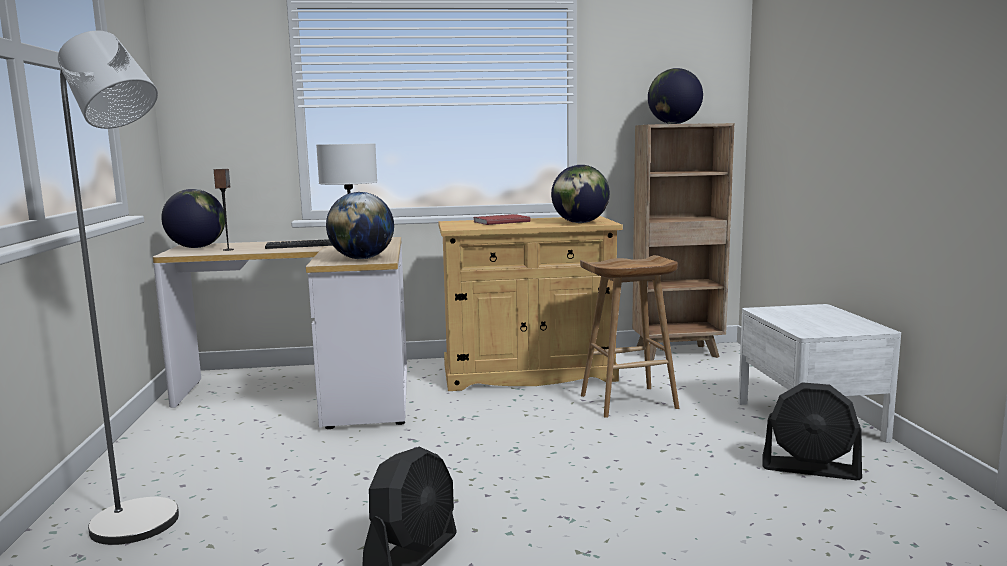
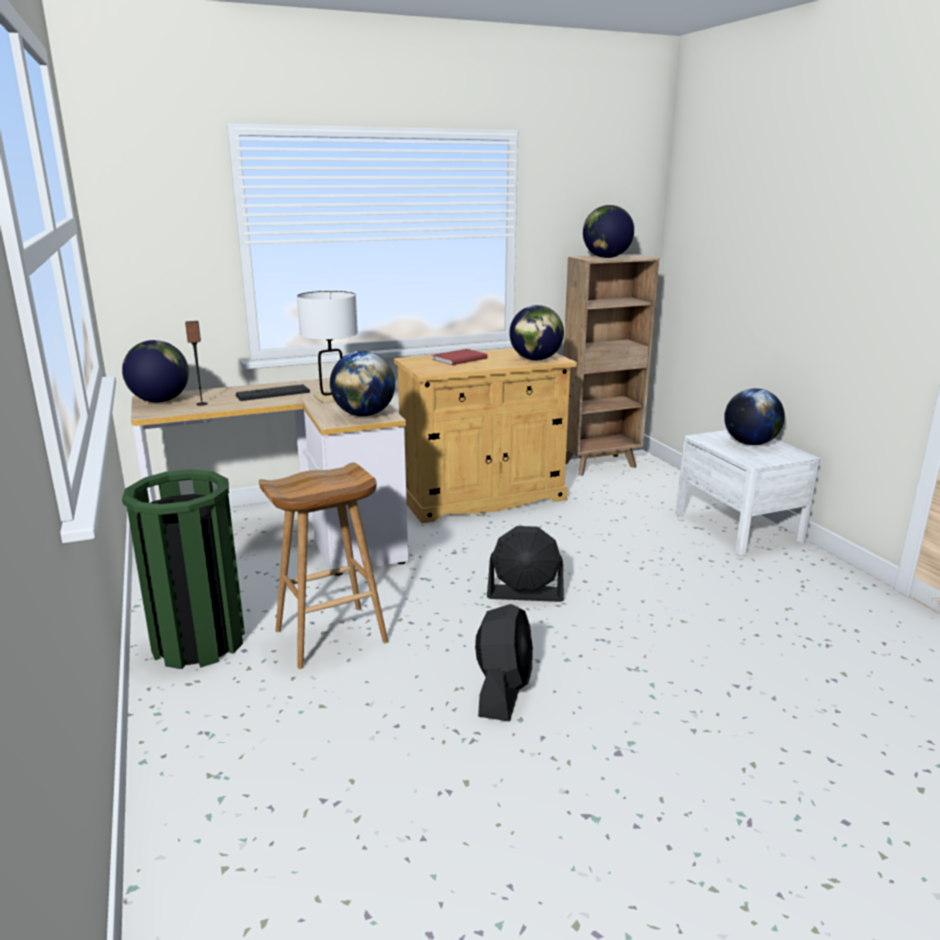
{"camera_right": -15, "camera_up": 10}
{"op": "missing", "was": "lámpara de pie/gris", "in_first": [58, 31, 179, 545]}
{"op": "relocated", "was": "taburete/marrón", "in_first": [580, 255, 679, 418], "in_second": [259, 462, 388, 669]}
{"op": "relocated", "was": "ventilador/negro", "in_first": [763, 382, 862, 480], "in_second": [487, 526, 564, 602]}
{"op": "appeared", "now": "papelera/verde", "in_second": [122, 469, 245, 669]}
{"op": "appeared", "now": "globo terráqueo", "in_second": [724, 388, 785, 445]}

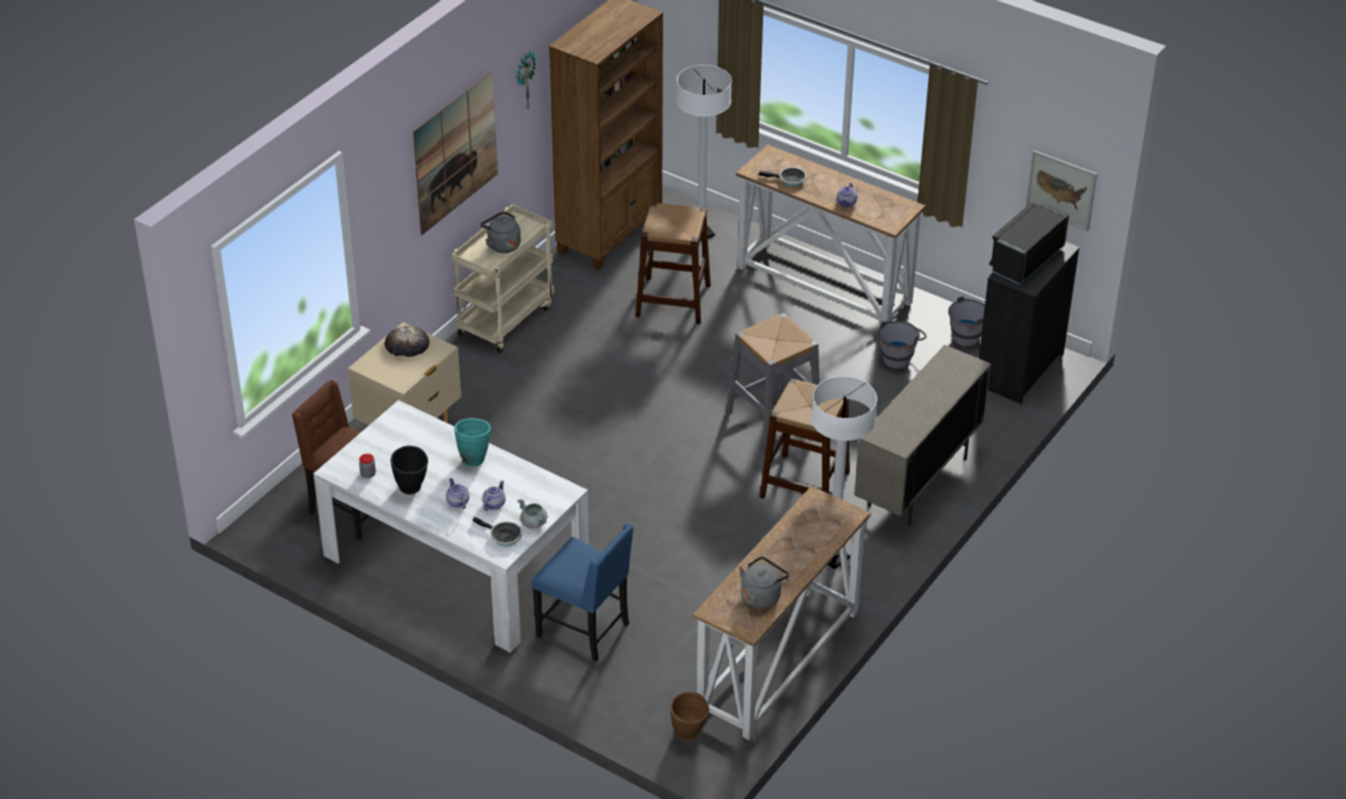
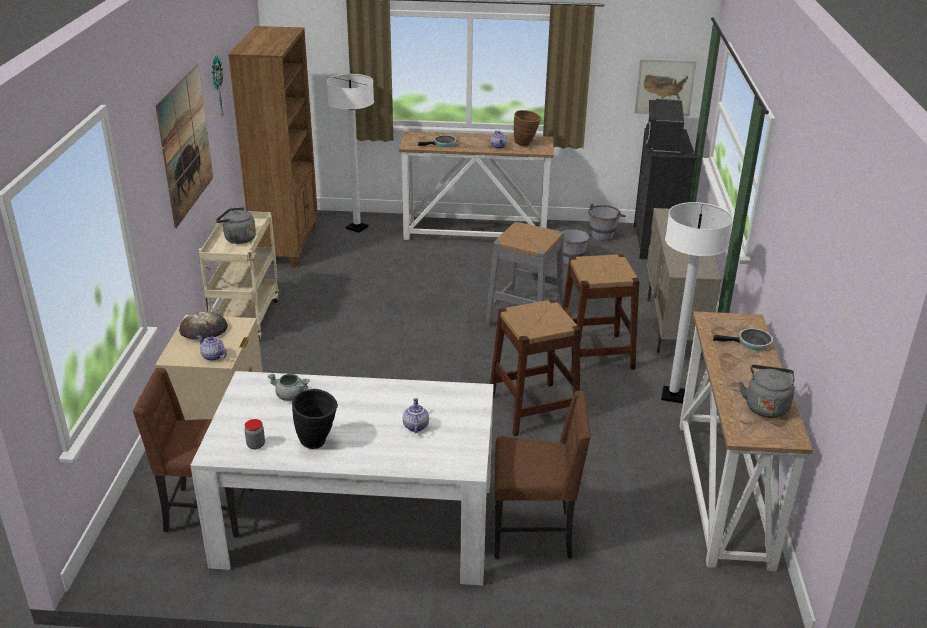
{"camera_right": -30, "camera_up": -10}
{"op": "relocated", "was": "tetera", "in_first": [446, 478, 469, 509], "in_second": [197, 335, 227, 361]}
{"op": "missing", "was": "florero/turquesa", "in_first": [454, 418, 491, 467]}
{"op": "relocated", "was": "sartén", "in_first": [473, 517, 522, 547], "in_second": [713, 328, 773, 351]}
{"op": "relocated", "was": "olla/gris", "in_first": [517, 499, 548, 529], "in_second": [268, 374, 310, 401]}
{"op": "colour", "was": "silla/azul", "now": "silla/marrón", "in_first": [532, 523, 634, 661], "in_second": [495, 390, 591, 559]}
{"op": "relocated", "was": "taburete/marrón", "in_first": [635, 203, 711, 324], "in_second": [490, 299, 581, 436]}
{"op": "relocated", "was": "florero/marrón", "in_first": [671, 692, 709, 741], "in_second": [514, 110, 541, 147]}

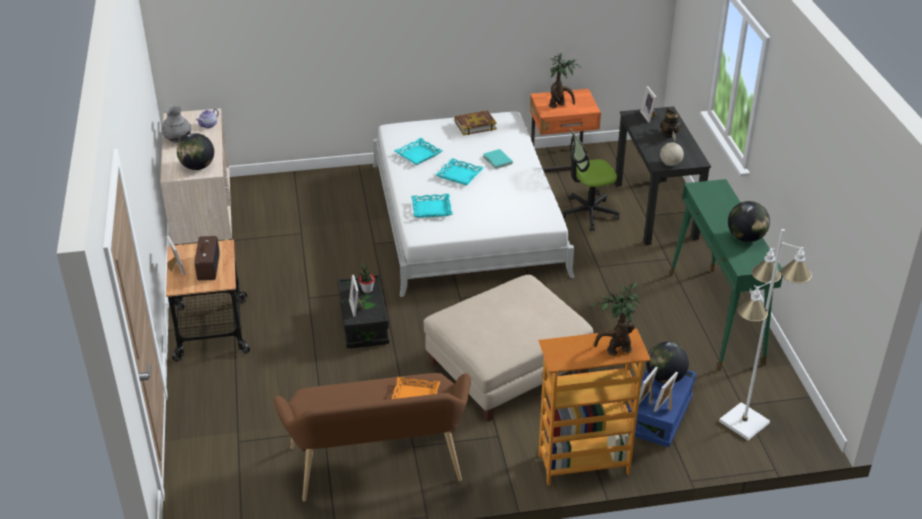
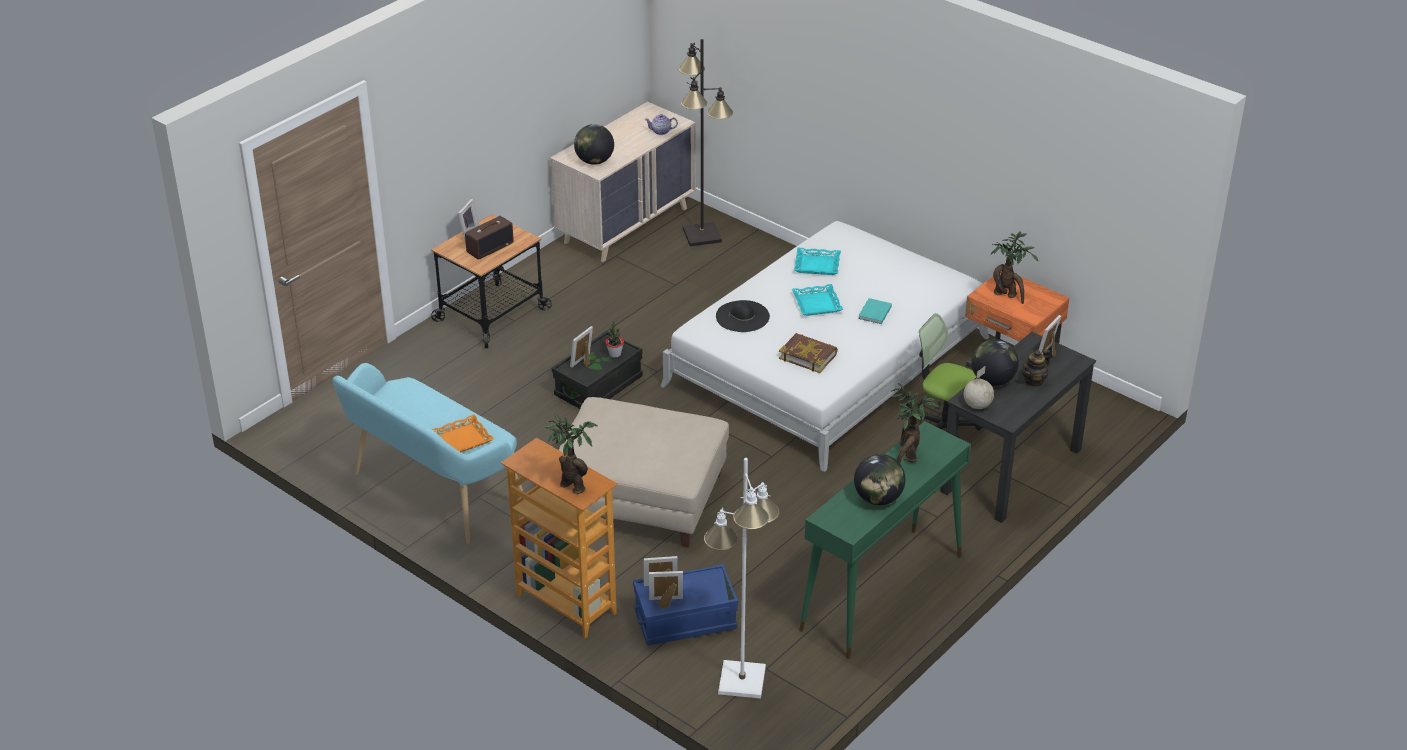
{"camera_right": 50, "camera_up": 0}
{"op": "missing", "was": "florero/gris", "in_first": [161, 106, 191, 143]}
{"op": "colour", "was": "banco/marrón", "now": "banco/turquesa", "in_first": [274, 373, 471, 502], "in_second": [332, 363, 523, 544]}
{"op": "exchanged", "was": "bandeja/turquesa", "now": "sombrero/negro", "in_first": [411, 194, 453, 218], "in_second": [716, 300, 770, 332]}
{"op": "relocated", "was": "libro", "in_first": [455, 110, 497, 135], "in_second": [779, 333, 838, 373]}
{"op": "relocated", "was": "globo terráqueo", "in_first": [646, 342, 689, 384], "in_second": [971, 339, 1019, 386]}
{"op": "appeared", "now": "lámpara de pie/negro", "in_second": [679, 39, 733, 246]}
{"op": "appeared", "now": "planta en maceta", "in_second": [891, 383, 938, 463]}

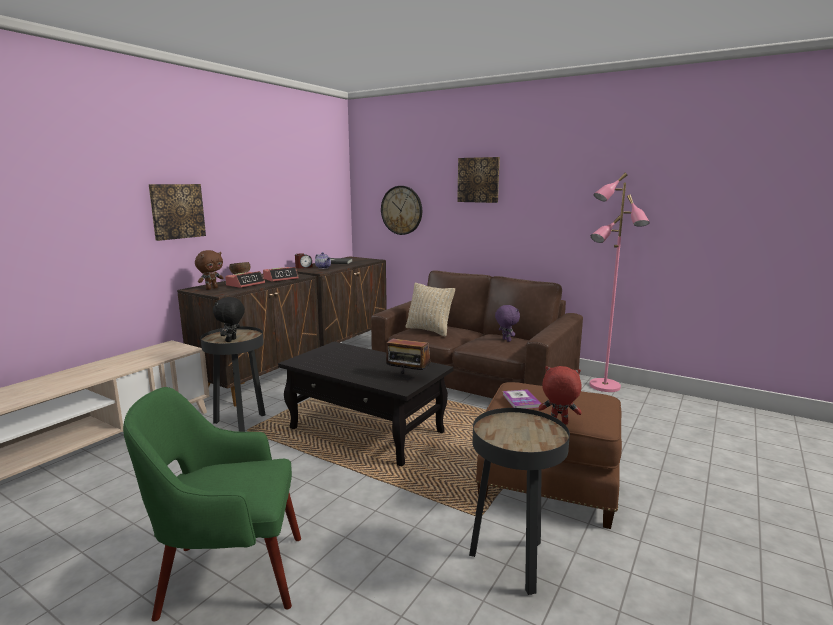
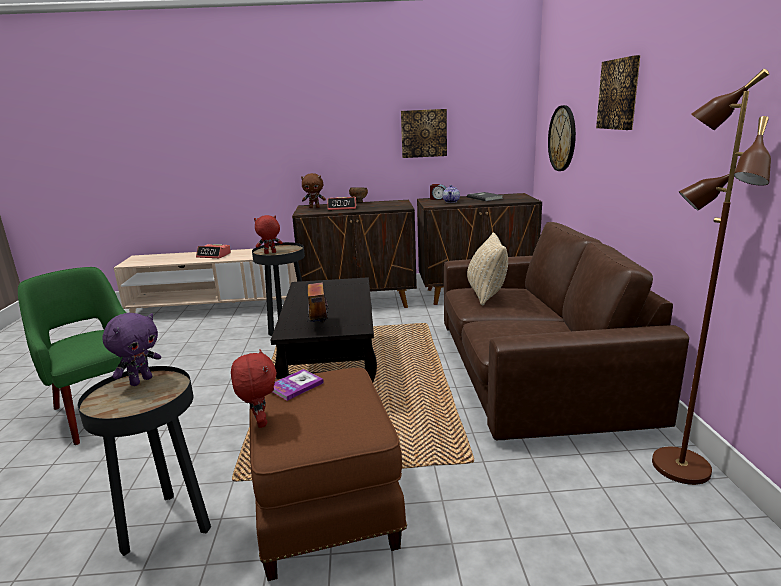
{"camera_right": 55, "camera_up": 5}
{"op": "relocated", "was": "cuadro", "in_first": [149, 184, 206, 241], "in_second": [401, 109, 447, 158]}
{"op": "colour", "was": "peluche/negro", "now": "peluche/rojo", "in_first": [213, 297, 245, 342], "in_second": [254, 215, 283, 254]}
{"op": "relocated", "was": "despertador", "in_first": [263, 267, 299, 282], "in_second": [196, 244, 231, 258]}
{"op": "relocated", "was": "peluche/morado", "in_first": [495, 305, 520, 342], "in_second": [102, 313, 161, 386]}
{"op": "colour", "was": "lámpara de pie/rosa", "now": "lámpara de pie/marrón", "in_first": [589, 173, 650, 392], "in_second": [652, 69, 771, 485]}

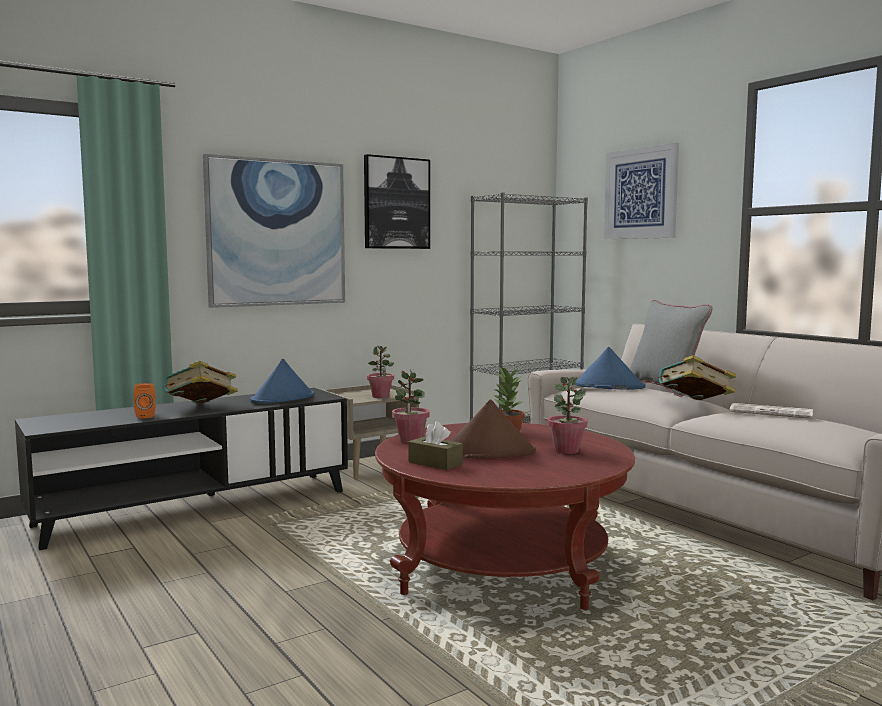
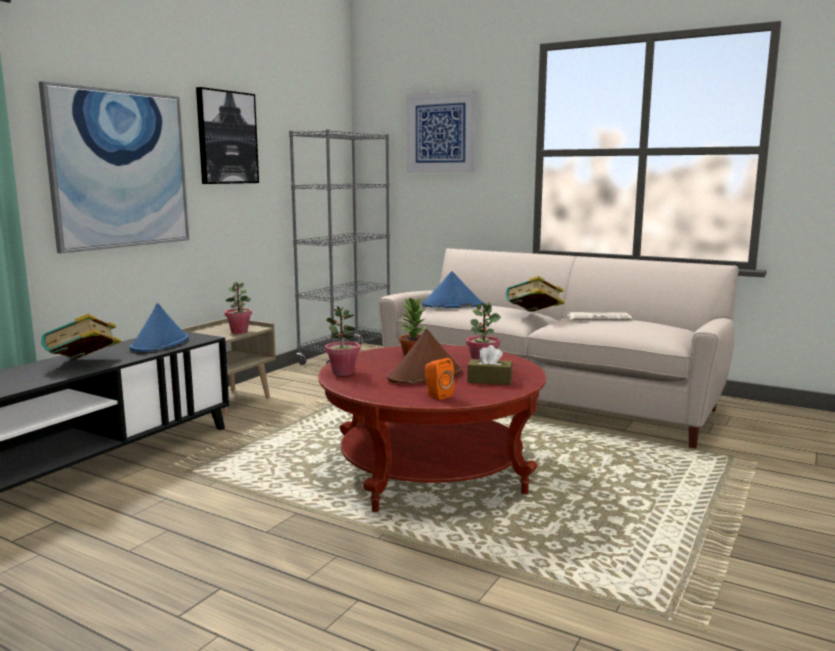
{"camera_right": -25, "camera_up": 5}
{"op": "relocated", "was": "altavoz/naranja", "in_first": [134, 383, 156, 418], "in_second": [425, 358, 455, 400]}
{"op": "relocated", "was": "caja de pañuelos/marrón", "in_first": [408, 421, 463, 470], "in_second": [467, 345, 513, 385]}
{"op": "missing", "was": "cojín/gris", "in_first": [630, 300, 713, 397]}

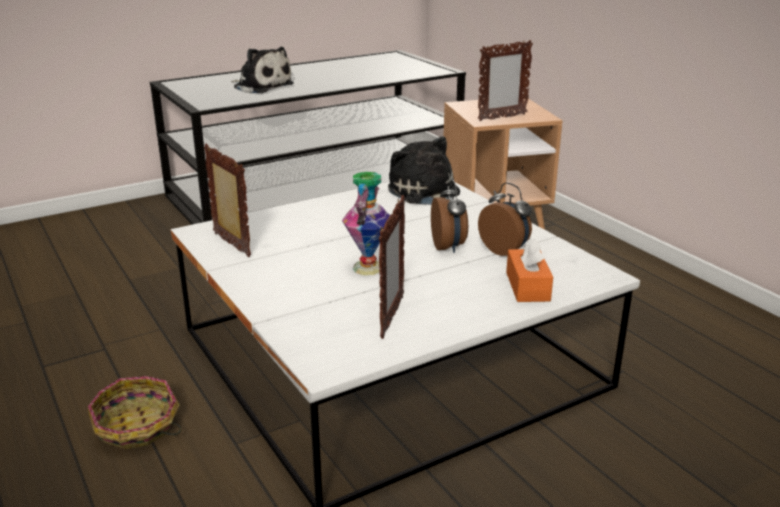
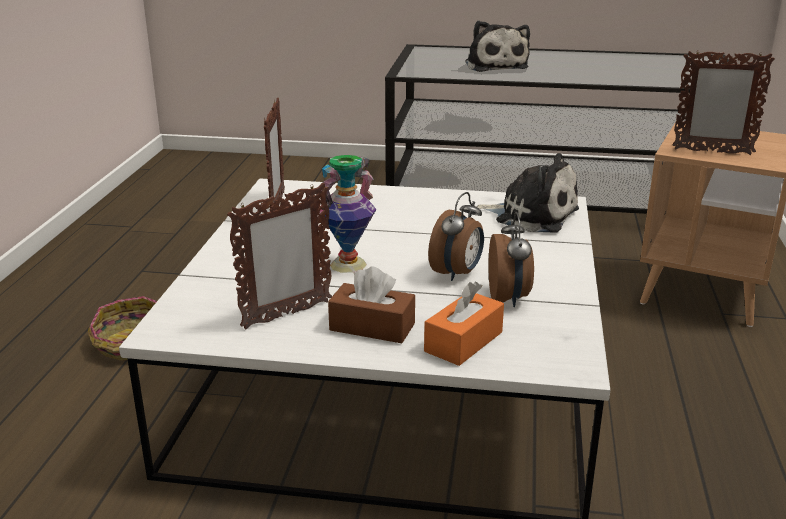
{"camera_right": 40, "camera_up": 0}
{"op": "spun", "was": "peluche", "in_first": [388, 136, 460, 205], "in_second": [475, 153, 579, 233], "clockwise": 105}
{"op": "appeared", "now": "caja de pañuelos/marrón", "in_second": [328, 266, 415, 343]}

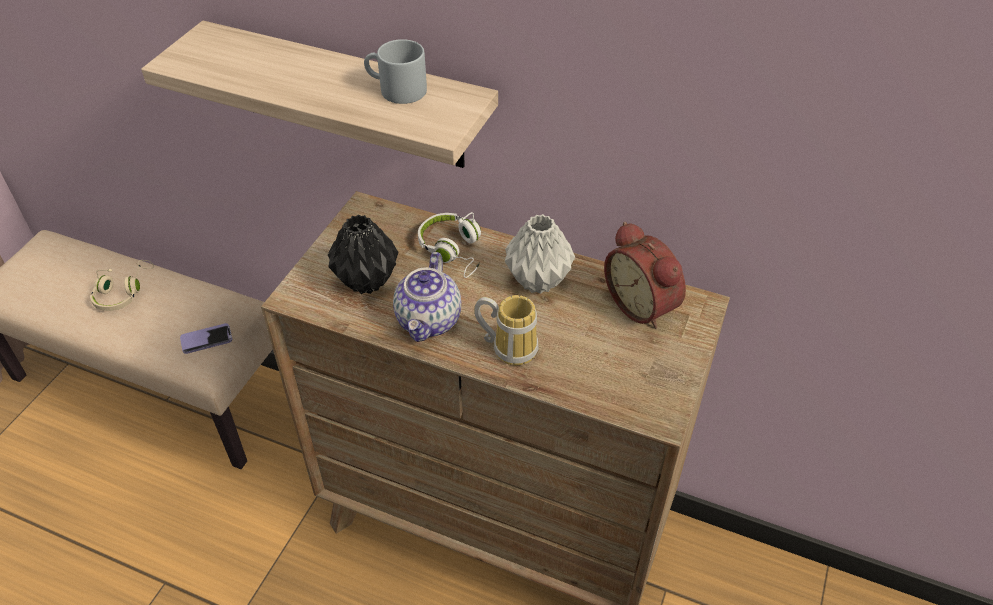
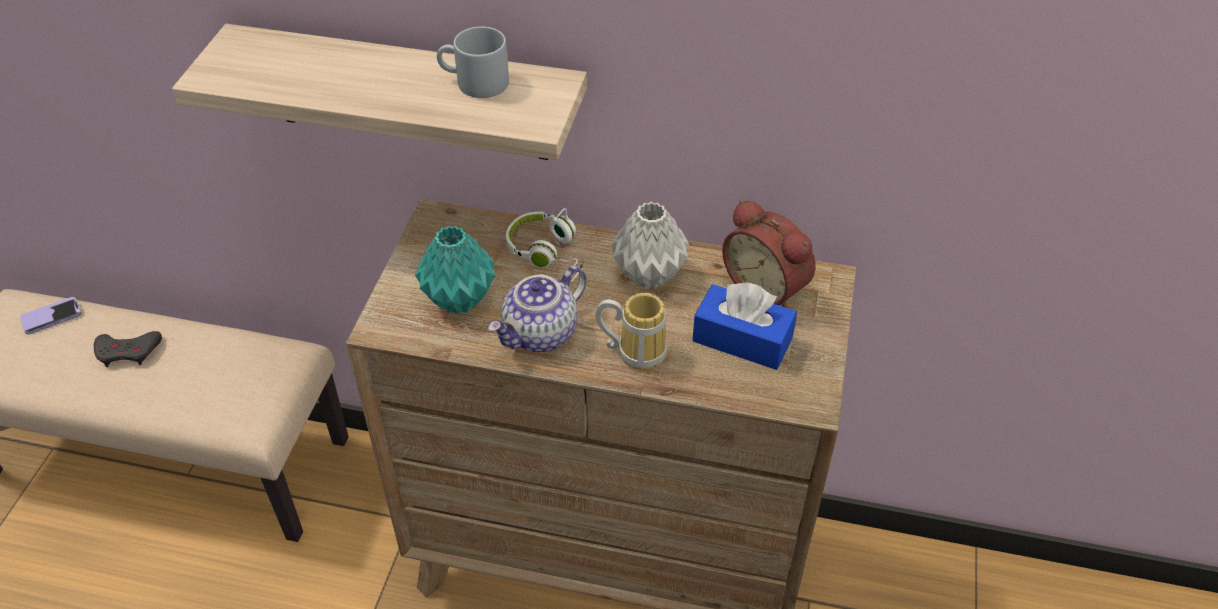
{"camera_right": -10, "camera_up": 0}
{"op": "exchanged", "was": "auriculares/beis", "now": "mando de consola/gris", "in_first": [90, 260, 154, 311], "in_second": [94, 331, 162, 367]}
{"op": "relocated", "was": "móvil", "in_first": [180, 323, 232, 354], "in_second": [20, 297, 81, 334]}
{"op": "colour", "was": "florero/negro", "now": "florero/turquesa", "in_first": [328, 214, 398, 294], "in_second": [415, 226, 495, 314]}
{"op": "spun", "was": "tetera", "in_first": [393, 252, 461, 342], "in_second": [488, 266, 587, 352], "clockwise": 45}
{"op": "appeared", "now": "caja de pañuelos/azul", "in_second": [692, 283, 797, 370]}

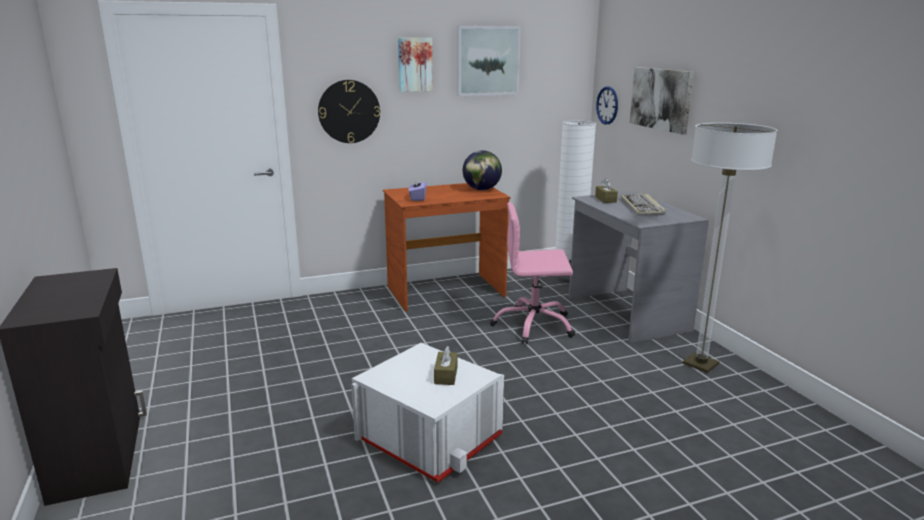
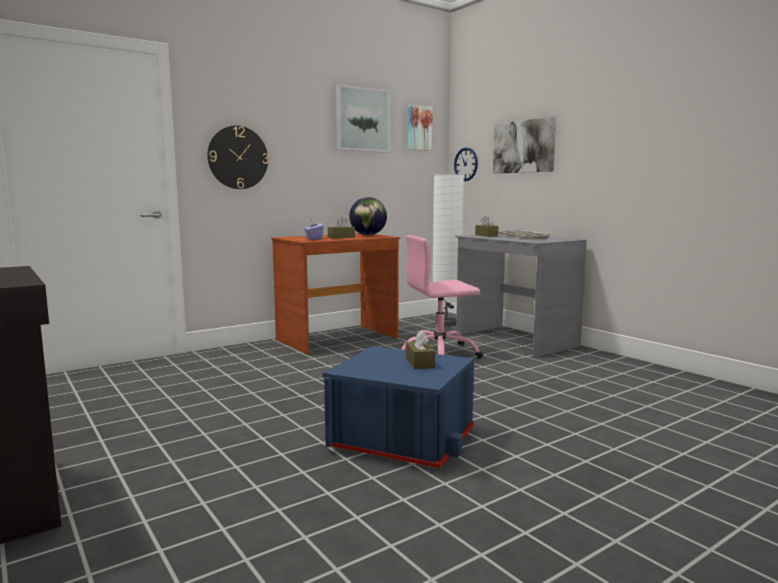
{"camera_right": -15, "camera_up": -10}
{"op": "colour", "was": "caja de almacenaje/blanco", "now": "caja de almacenaje/azul", "in_first": [351, 343, 504, 483], "in_second": [323, 346, 474, 468]}
{"op": "relocated", "was": "cuadro", "in_first": [398, 38, 433, 92], "in_second": [408, 105, 433, 151]}
{"op": "missing", "was": "lámpara de pie", "in_first": [683, 123, 777, 373]}
{"op": "appeared", "now": "caja de pañuelos/marrón", "in_second": [328, 217, 355, 239]}

